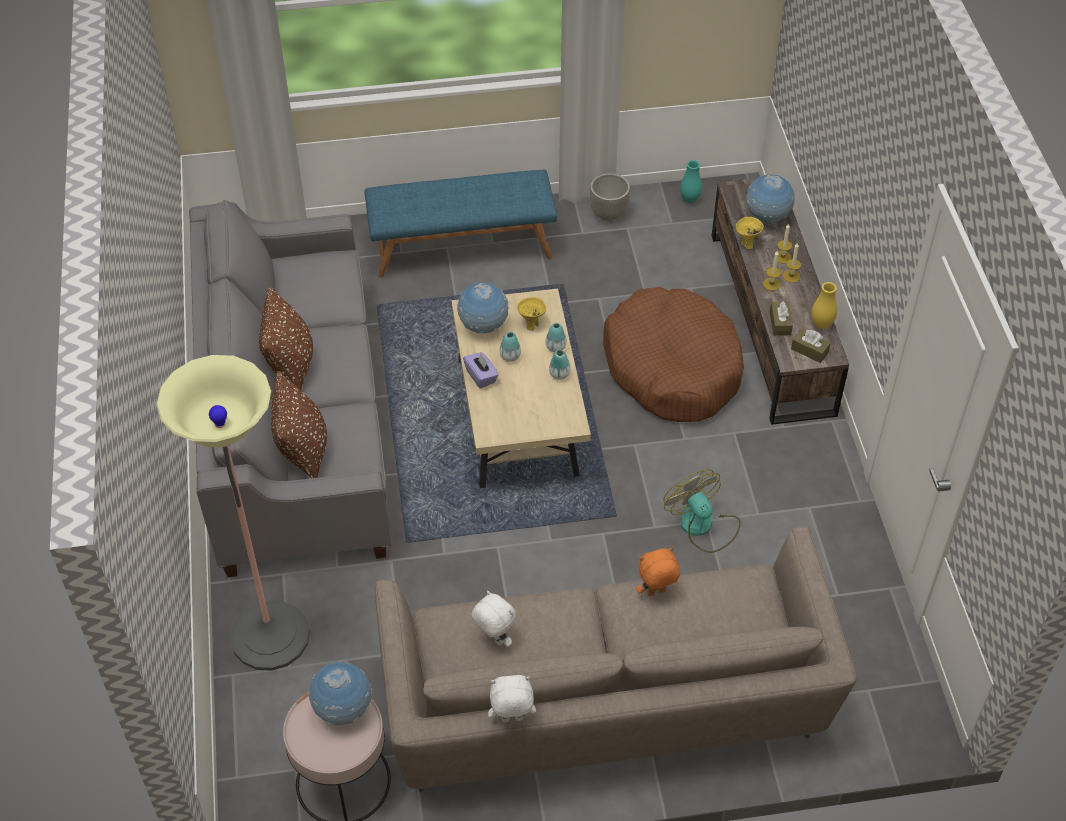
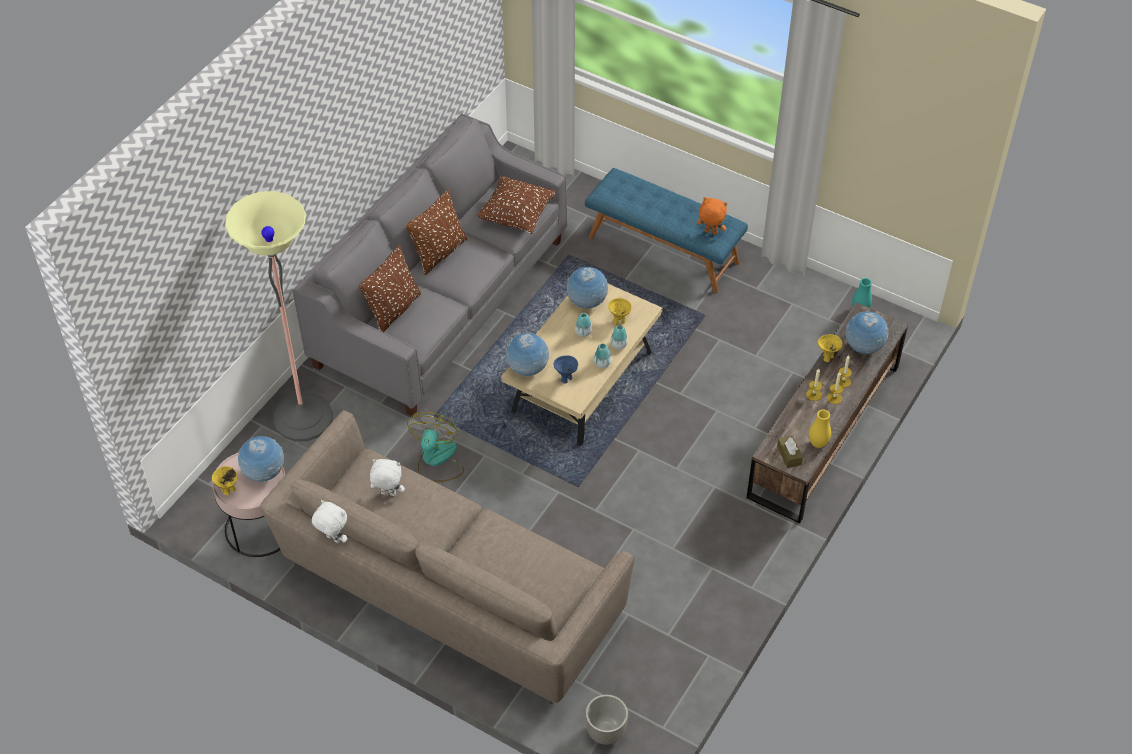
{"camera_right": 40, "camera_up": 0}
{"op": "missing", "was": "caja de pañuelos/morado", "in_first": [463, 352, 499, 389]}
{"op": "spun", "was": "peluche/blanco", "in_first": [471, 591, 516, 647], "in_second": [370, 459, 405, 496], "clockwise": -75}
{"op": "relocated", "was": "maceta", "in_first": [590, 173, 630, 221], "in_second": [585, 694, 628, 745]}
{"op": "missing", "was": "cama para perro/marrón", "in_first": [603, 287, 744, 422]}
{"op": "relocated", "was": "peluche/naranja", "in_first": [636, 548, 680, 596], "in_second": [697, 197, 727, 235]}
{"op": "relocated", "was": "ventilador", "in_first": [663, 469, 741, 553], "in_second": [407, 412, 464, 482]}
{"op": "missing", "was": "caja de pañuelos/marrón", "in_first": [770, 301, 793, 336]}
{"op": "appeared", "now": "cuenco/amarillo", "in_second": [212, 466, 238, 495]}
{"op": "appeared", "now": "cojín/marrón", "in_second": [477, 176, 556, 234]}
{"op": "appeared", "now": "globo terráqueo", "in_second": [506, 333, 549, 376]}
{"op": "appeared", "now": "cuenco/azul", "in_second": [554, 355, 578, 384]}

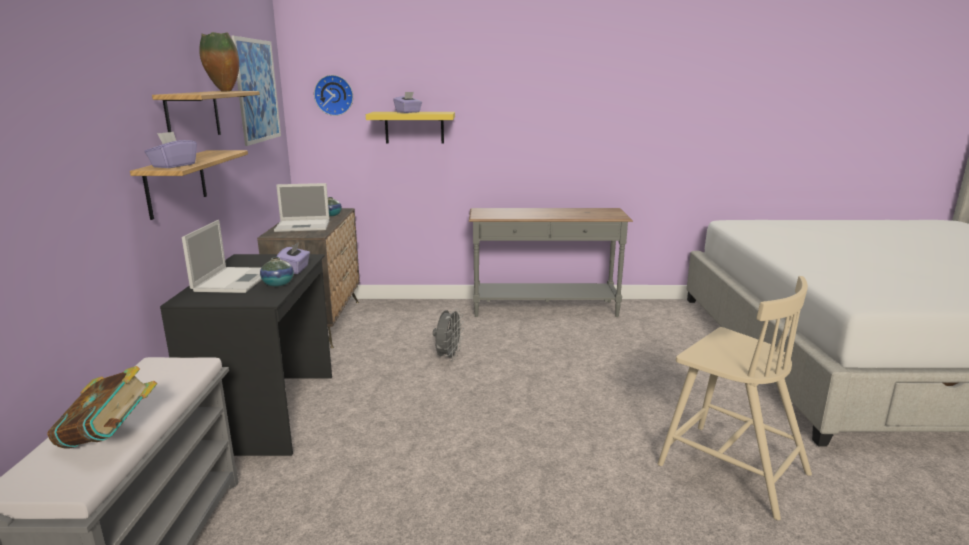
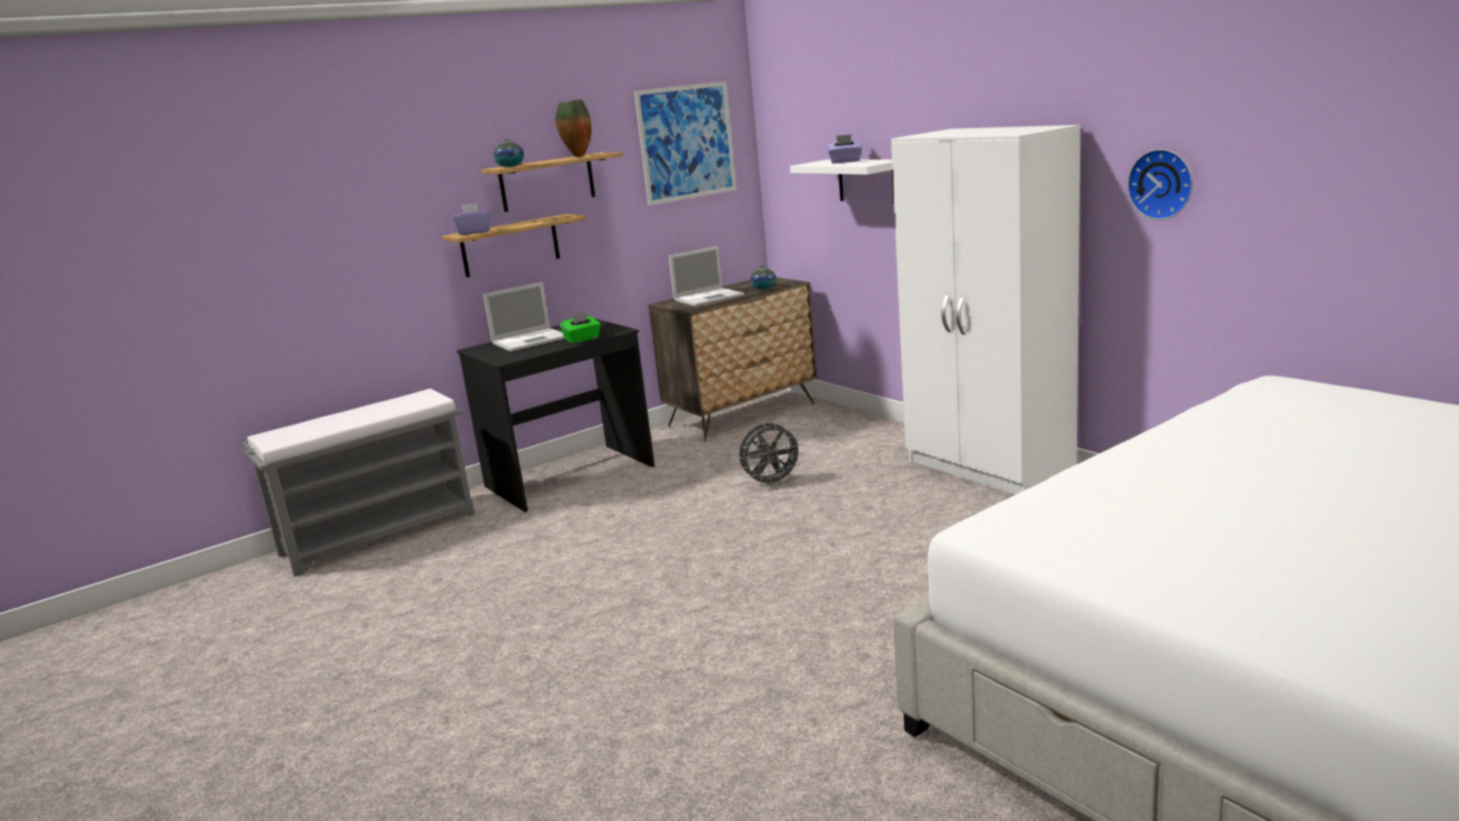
{"camera_right": 55, "camera_up": 0}
{"op": "missing", "was": "libro", "in_first": [47, 366, 157, 449]}
{"op": "relocated", "was": "florero", "in_first": [260, 257, 294, 286], "in_second": [493, 139, 524, 167]}
{"op": "spun", "was": "portátil", "in_first": [274, 183, 329, 232], "in_second": [668, 246, 744, 306], "clockwise": -75}
{"op": "colour", "was": "caja de pañuelos/morado", "now": "caja de pañuelos/verde", "in_first": [277, 242, 310, 274], "in_second": [560, 312, 601, 344]}
{"op": "relocated", "was": "reloj de pared", "in_first": [314, 75, 353, 116], "in_second": [1127, 149, 1193, 220]}
{"op": "colour", "was": "estante/amarillo", "now": "estante/blanco", "in_first": [366, 112, 455, 144], "in_second": [790, 159, 894, 204]}
{"op": "exchanged", "was": "mesa consola/gris", "now": "armario ropero/blanco", "in_first": [469, 208, 633, 317], "in_second": [891, 125, 1080, 495]}
{"op": "missing", "was": "silla/beis", "in_first": [657, 276, 812, 520]}

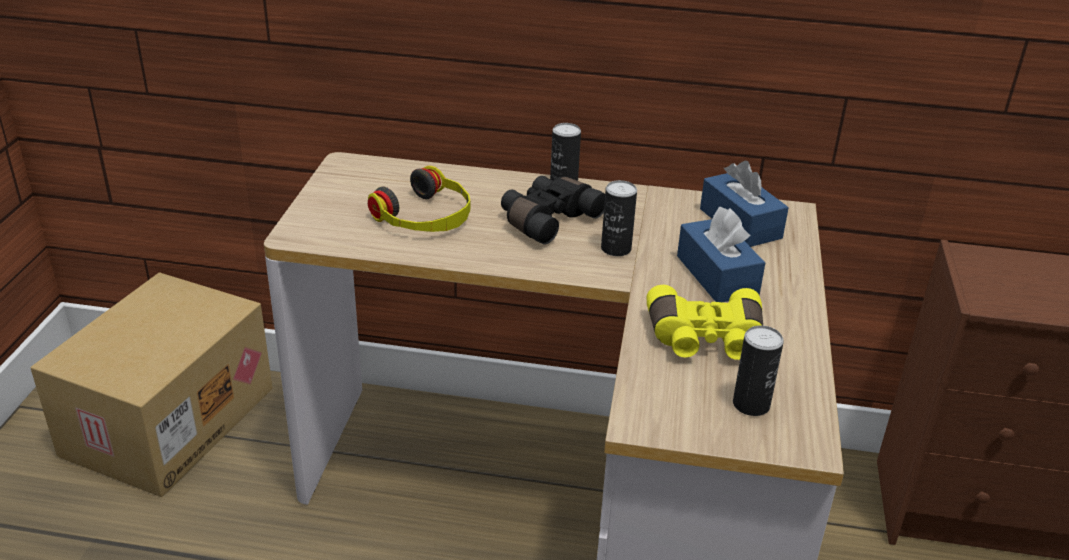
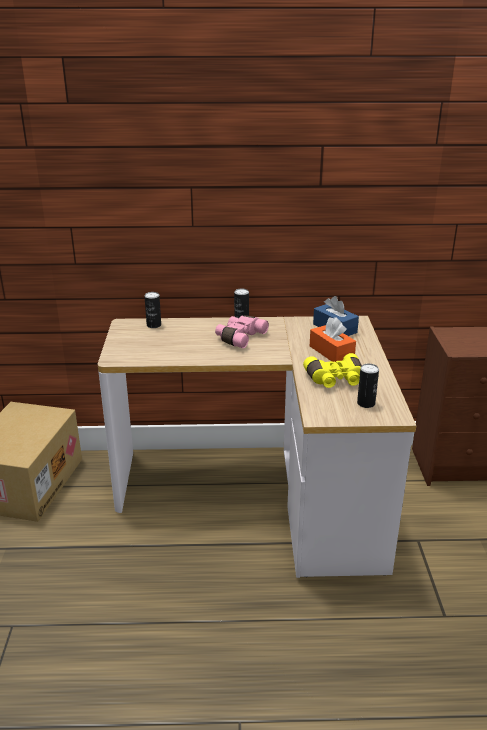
{"camera_right": -10, "camera_up": -5}
{"op": "missing", "was": "auriculares", "in_first": [368, 166, 470, 232]}
{"op": "colour", "was": "prismáticos/negro", "now": "prismáticos/rosa", "in_first": [501, 176, 605, 244], "in_second": [215, 315, 269, 348]}
{"op": "relocated", "was": "lata", "in_first": [601, 180, 637, 256], "in_second": [144, 292, 161, 328]}
{"op": "colour", "was": "caja de pañuelos/azul", "now": "caja de pañuelos/naranja", "in_first": [677, 207, 765, 302], "in_second": [310, 317, 356, 362]}

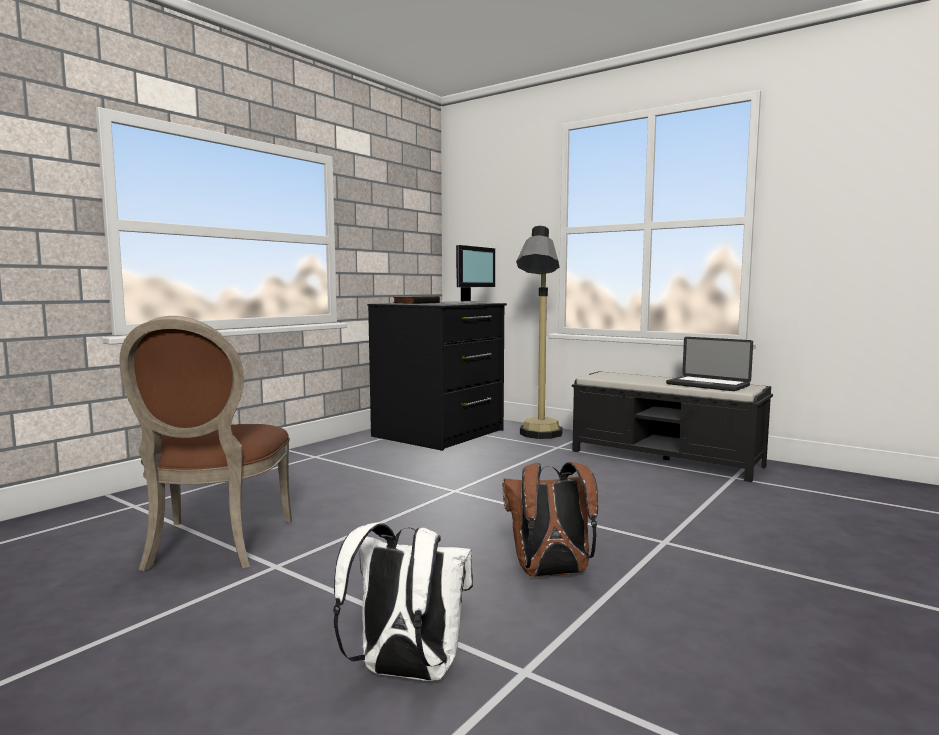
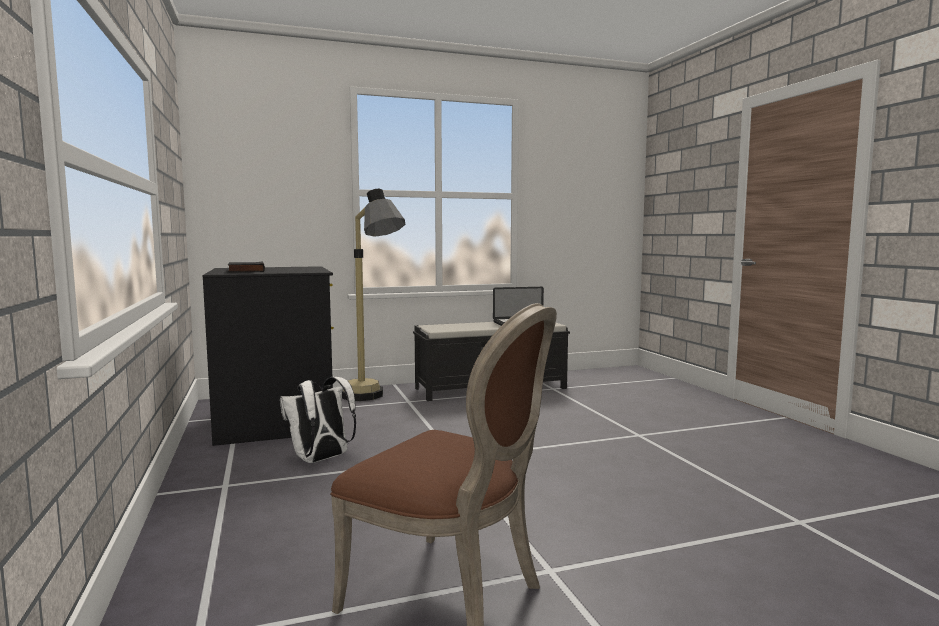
{"camera_right": -55, "camera_up": 0}
{"op": "relocated", "was": "mochila/blanco", "in_first": [333, 522, 473, 681], "in_second": [280, 377, 356, 463]}
{"op": "missing", "was": "monitor", "in_first": [445, 245, 495, 304]}
{"op": "missing", "was": "mochila/marrón", "in_first": [502, 462, 598, 577]}

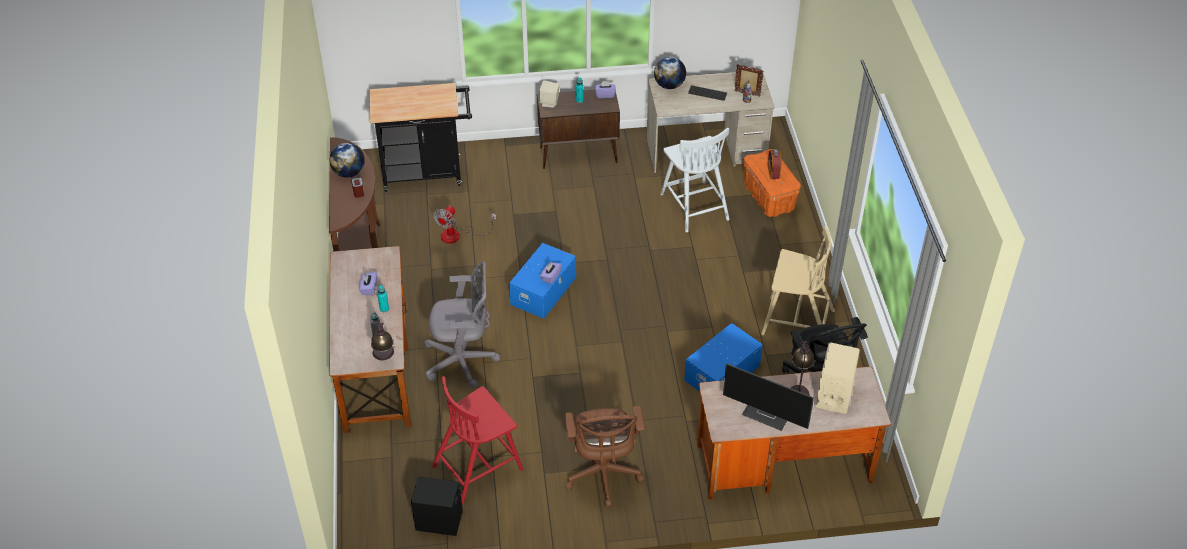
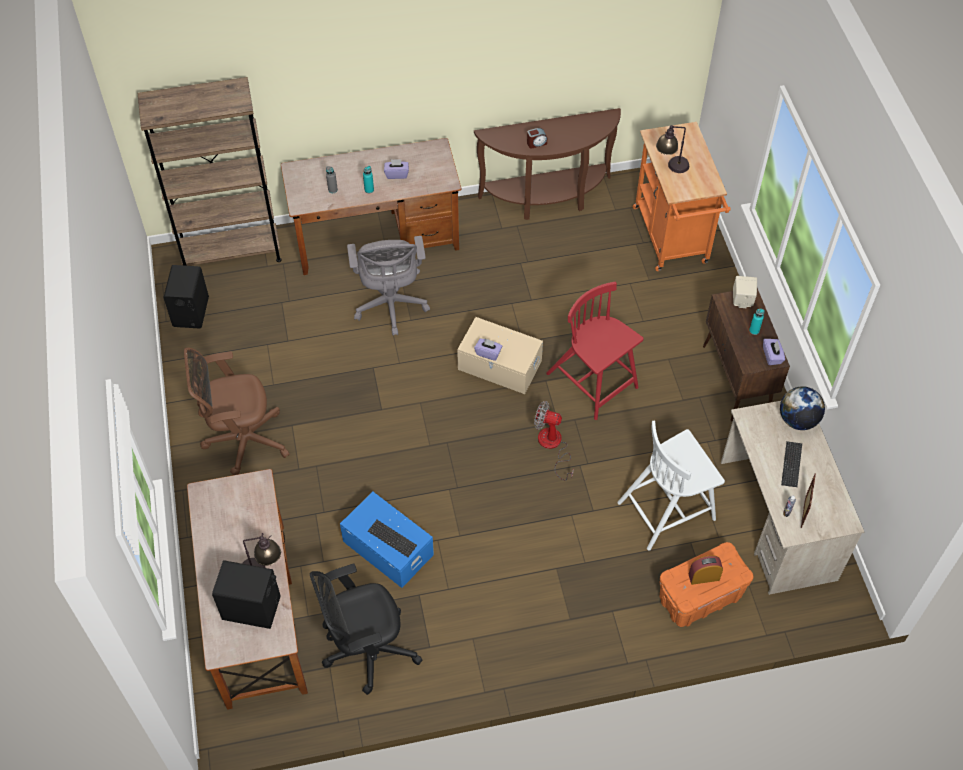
{"camera_right": 85, "camera_up": 10}
{"op": "missing", "was": "globo terráqueo", "in_first": [330, 143, 365, 178]}
{"op": "colour", "was": "carrito/negro", "now": "carrito/naranja", "in_first": [370, 83, 472, 192], "in_second": [633, 122, 731, 271]}
{"op": "relocated", "was": "lámpara de mesa", "in_first": [371, 317, 394, 360], "in_second": [656, 125, 689, 173]}
{"op": "relocated", "was": "silla/rojo", "in_first": [432, 376, 523, 504], "in_second": [546, 282, 644, 420]}
{"op": "relocated", "was": "ventilador", "in_first": [433, 206, 496, 243], "in_second": [534, 401, 574, 481]}
{"op": "colour", "was": "caja de almacenaje/azul", "now": "caja de almacenaje/beis", "in_first": [509, 243, 576, 319], "in_second": [457, 317, 543, 394]}
{"op": "missing", "was": "monitor", "in_first": [723, 363, 814, 431]}
{"op": "missing", "was": "silla/beis", "in_first": [761, 227, 835, 335]}
{"op": "colour", "was": "altavoz/beis", "now": "altavoz/negro", "in_first": [816, 342, 860, 414], "in_second": [212, 560, 280, 629]}
{"op": "appeared", "now": "estantería/marrón", "in_second": [138, 77, 281, 266]}
{"op": "appeared", "now": "teclado", "in_second": [368, 520, 417, 557]}

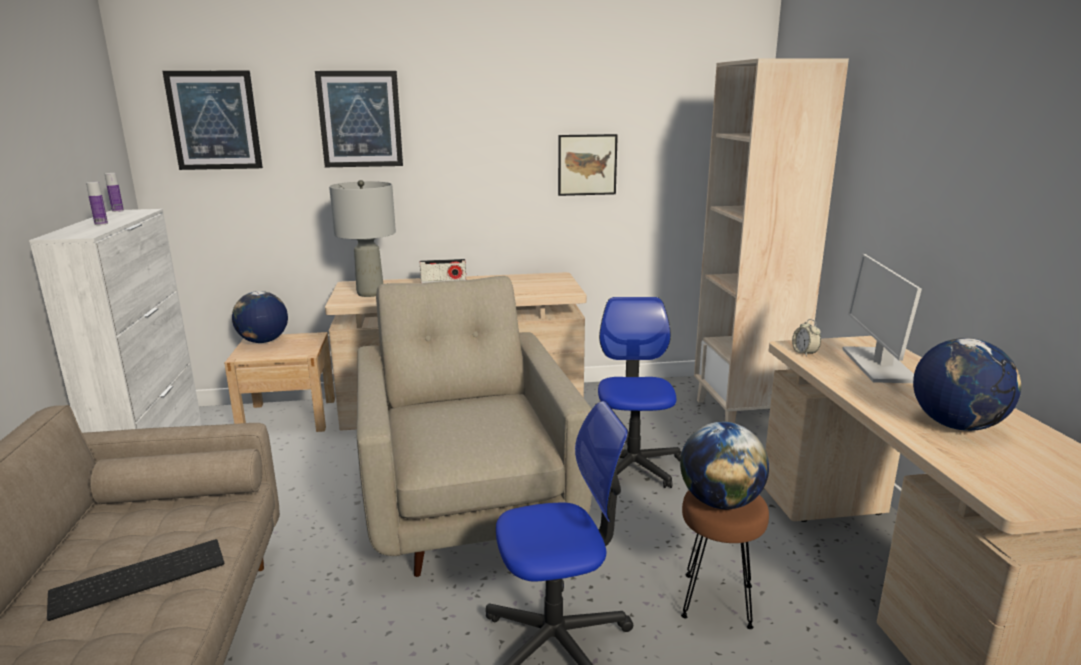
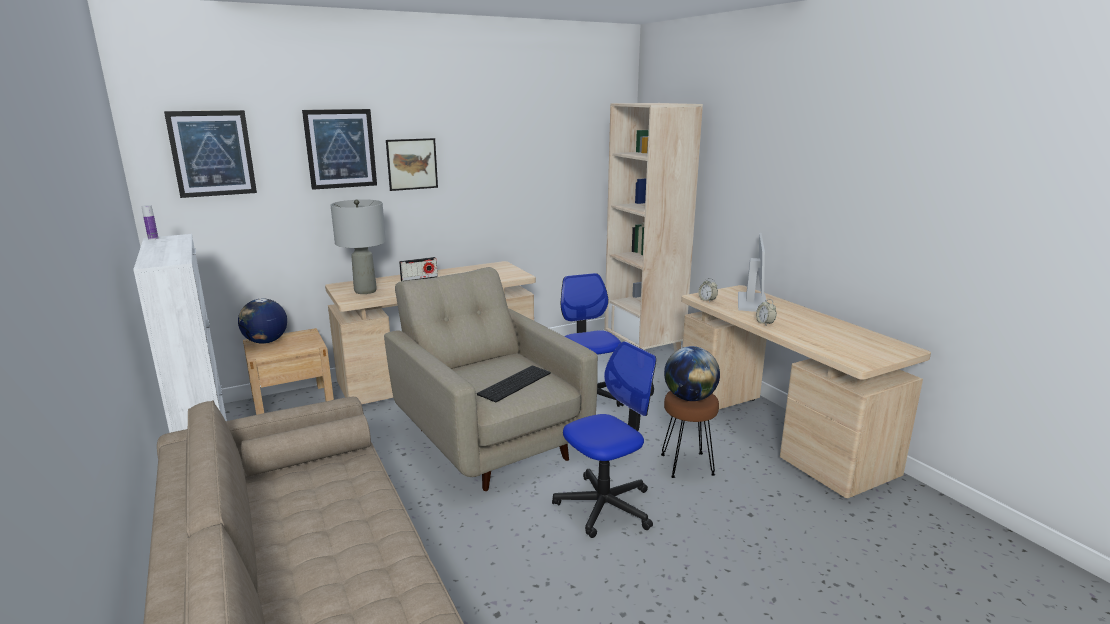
{"camera_right": -20, "camera_up": 0}
{"op": "relocated", "was": "teclado", "in_first": [47, 539, 224, 621], "in_second": [477, 366, 551, 402]}
{"op": "missing", "was": "botella", "in_first": [86, 182, 108, 225]}
{"op": "relocated", "was": "cuadro", "in_first": [558, 134, 618, 196], "in_second": [386, 138, 438, 191]}
{"op": "spun", "was": "monitor", "in_first": [842, 254, 922, 383], "in_second": [738, 233, 766, 312], "clockwise": -150}
{"op": "missing", "was": "globo terráqueo", "in_first": [913, 338, 1021, 431]}
{"op": "appeared", "now": "despertador", "in_second": [756, 299, 776, 325]}

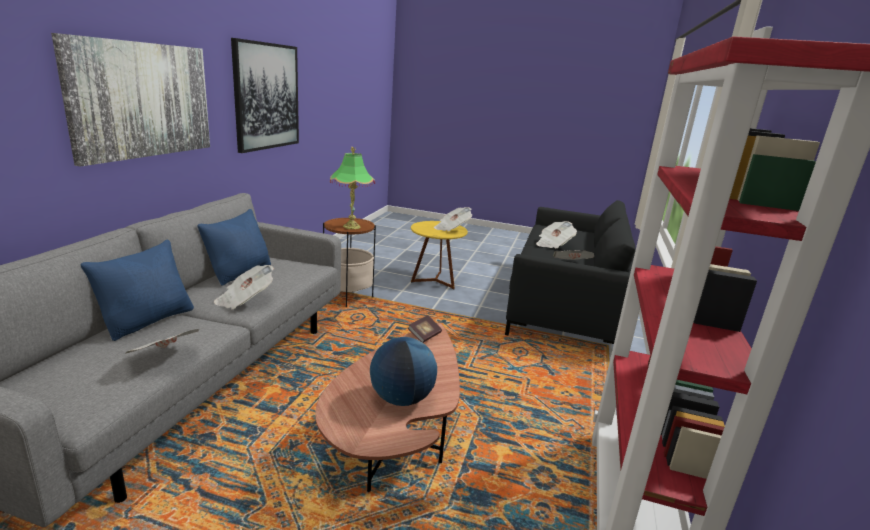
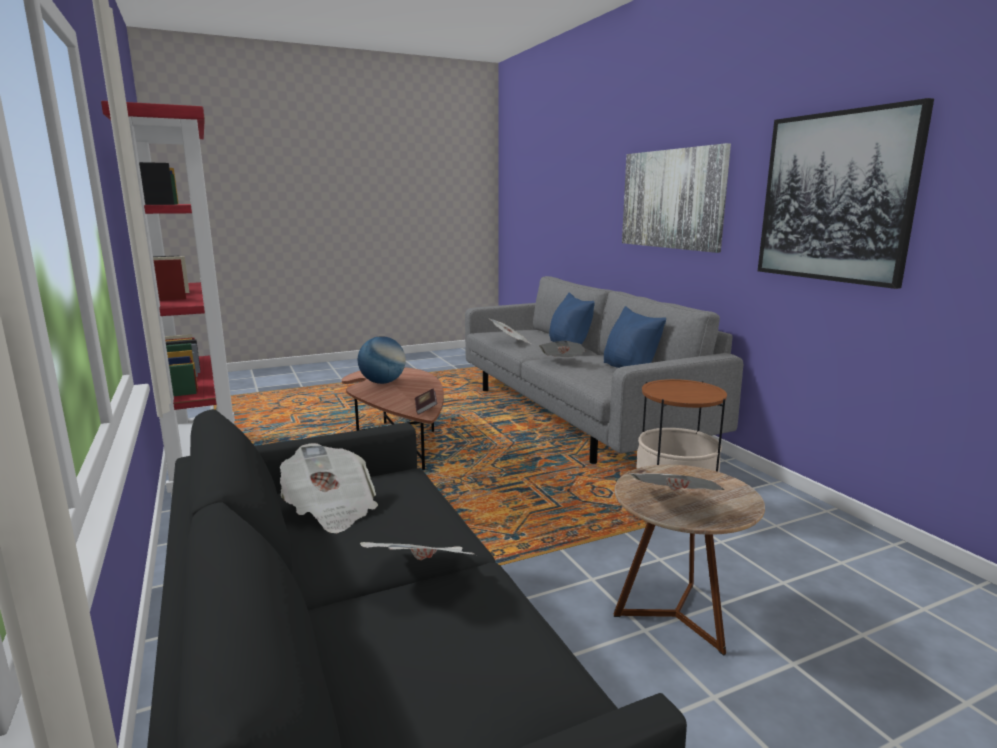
{"camera_right": 140, "camera_up": -5}
{"op": "missing", "was": "lámpara de mesa", "in_first": [330, 147, 375, 229]}
{"op": "colour", "was": "mesa auxiliar/amarillo", "now": "mesa auxiliar/marrón", "in_first": [411, 221, 468, 289], "in_second": [613, 465, 765, 656]}

